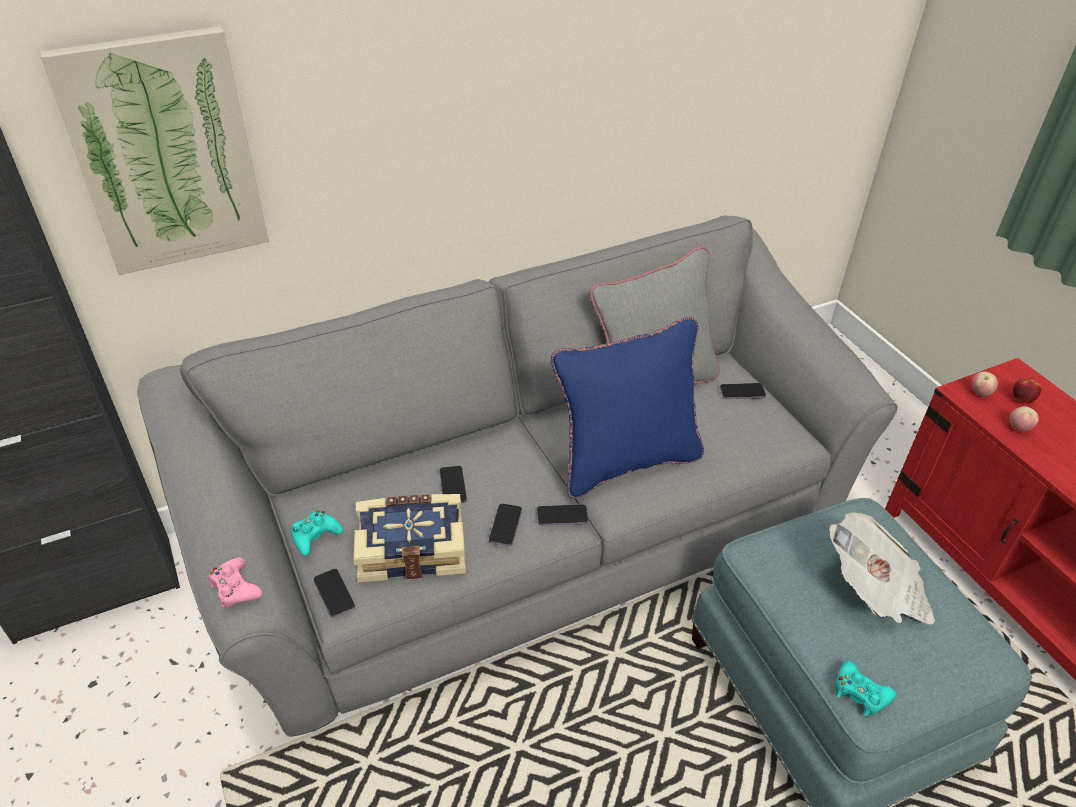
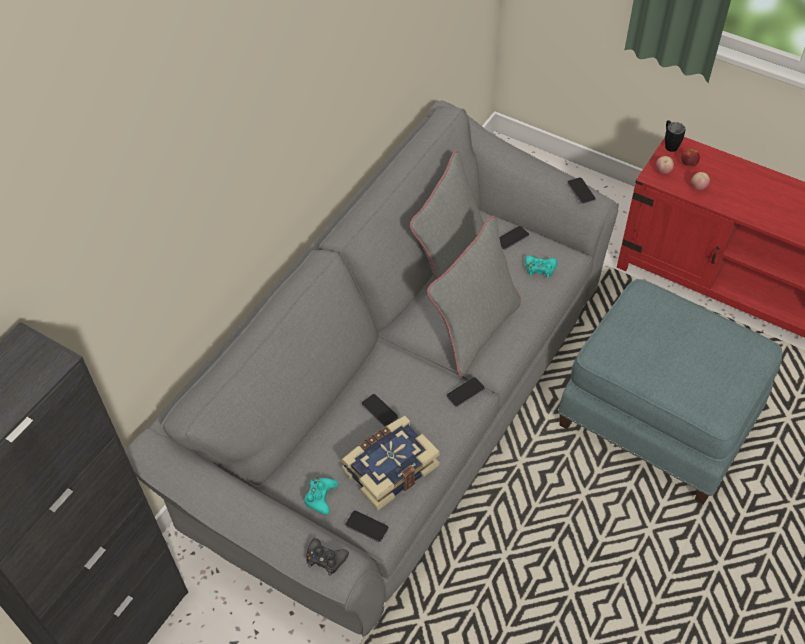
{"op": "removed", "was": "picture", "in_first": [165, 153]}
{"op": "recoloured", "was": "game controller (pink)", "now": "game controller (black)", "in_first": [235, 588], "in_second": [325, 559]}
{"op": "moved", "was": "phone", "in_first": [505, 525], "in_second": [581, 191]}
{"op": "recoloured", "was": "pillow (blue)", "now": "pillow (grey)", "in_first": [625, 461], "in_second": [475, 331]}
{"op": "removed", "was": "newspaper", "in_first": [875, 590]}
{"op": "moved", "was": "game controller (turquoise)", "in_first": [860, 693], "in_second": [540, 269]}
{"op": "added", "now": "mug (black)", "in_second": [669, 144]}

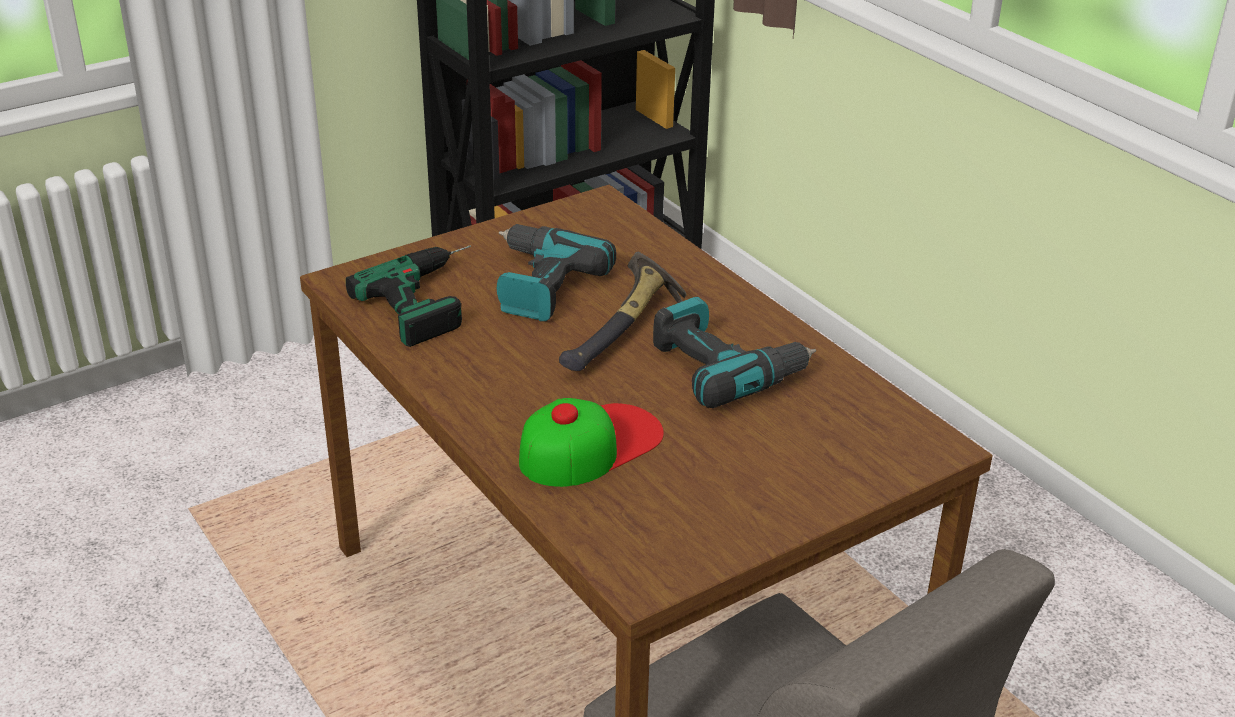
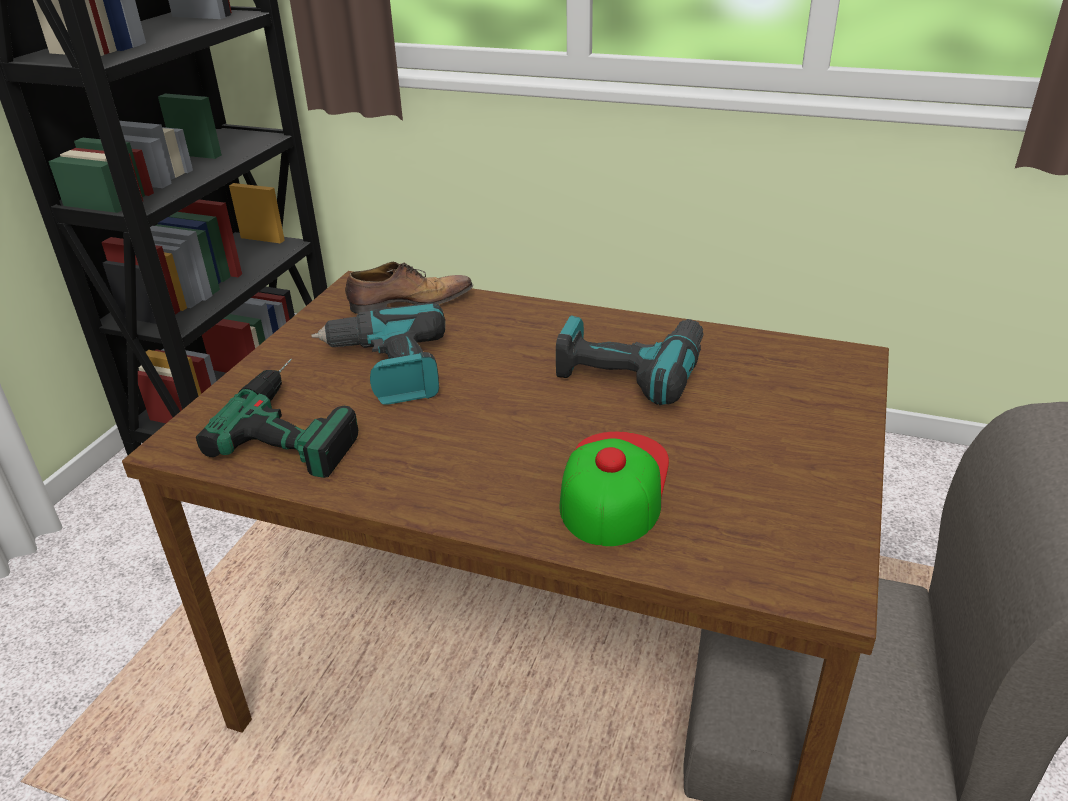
{"op": "removed", "was": "hammer", "in_first": [626, 330]}
{"op": "added", "now": "shoe", "in_second": [408, 303]}

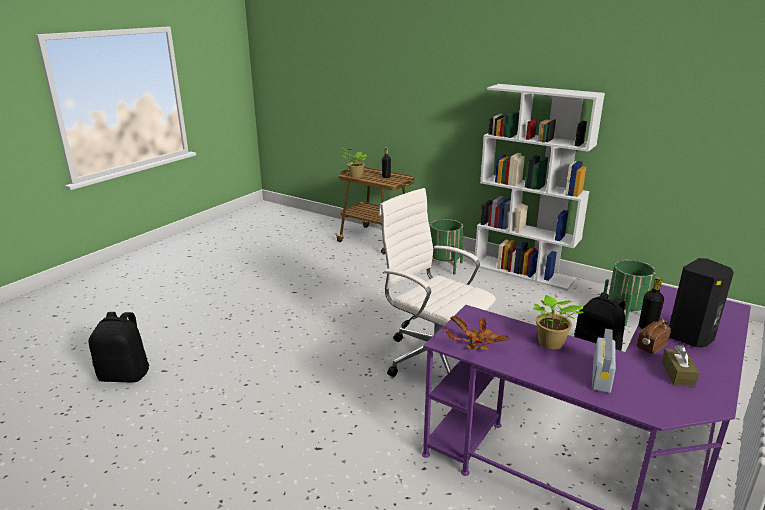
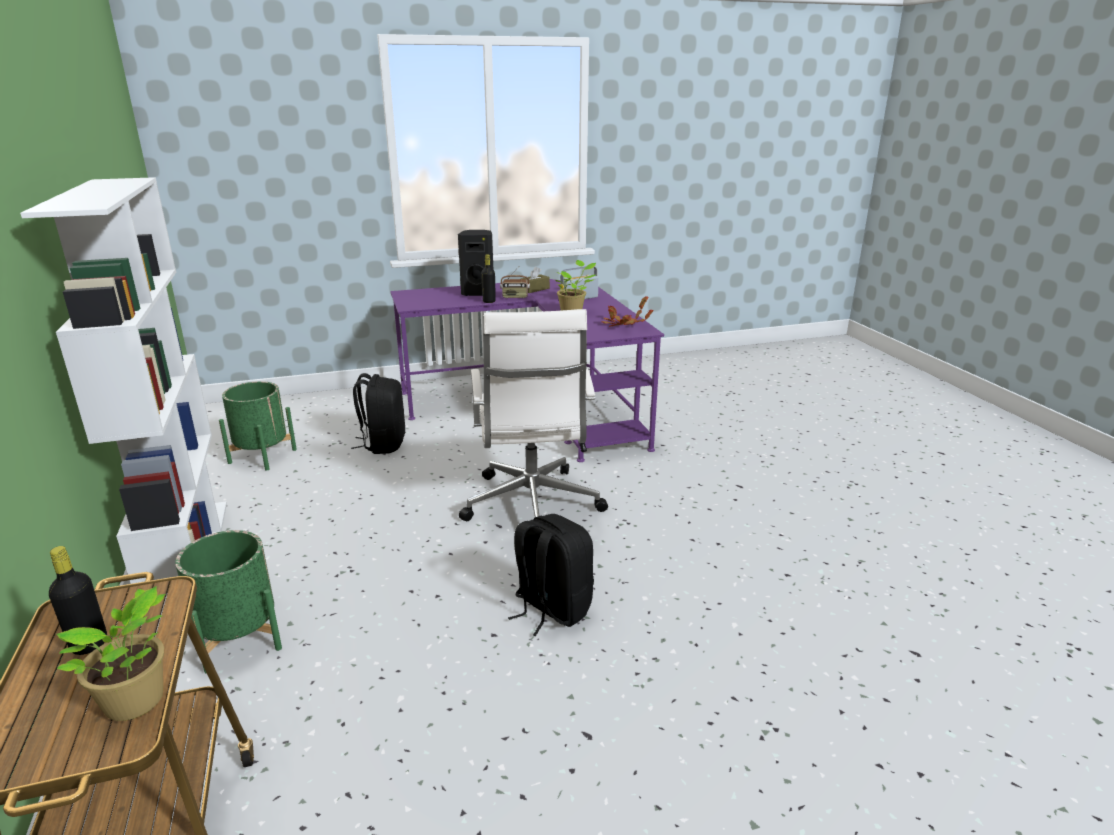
{"op": "moved", "was": "backpack (black)", "in_first": [125, 375], "in_second": [551, 609]}

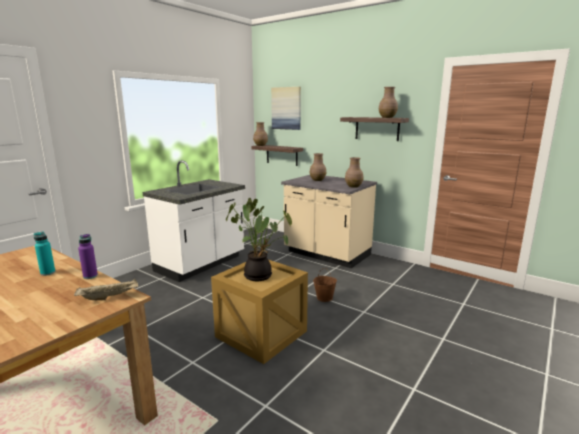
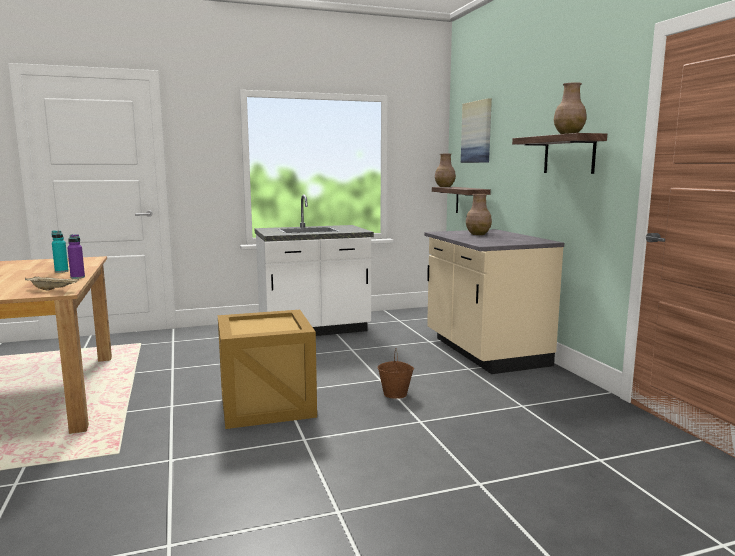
{"op": "removed", "was": "potted plant", "in_first": [259, 275]}
{"op": "removed", "was": "vase (brown)", "in_first": [353, 186]}

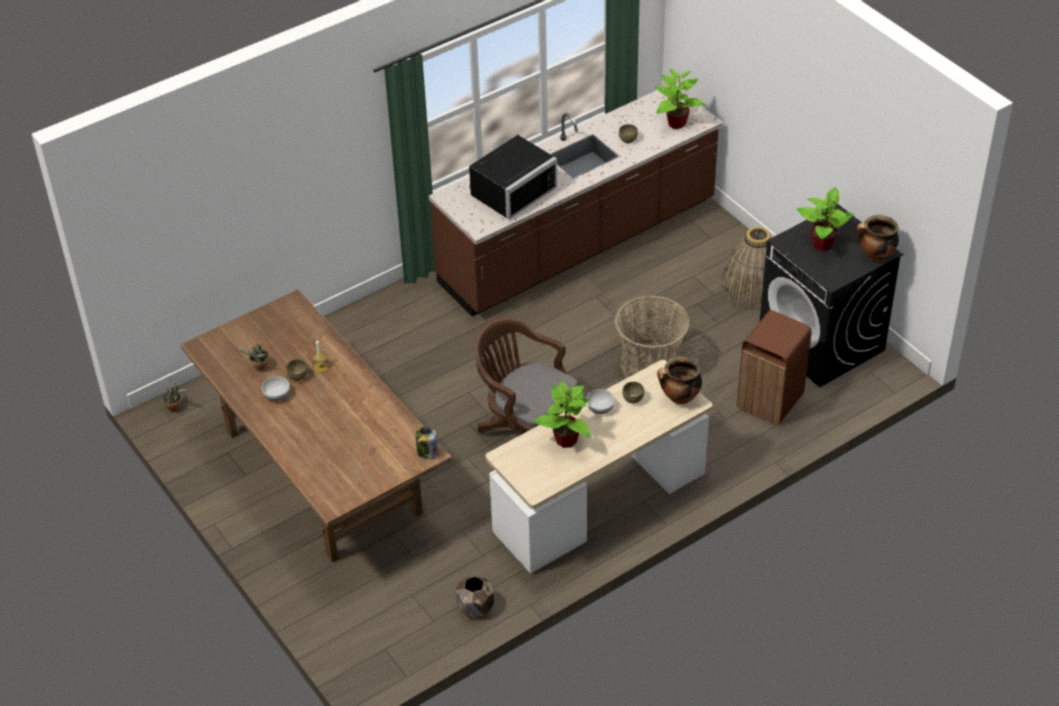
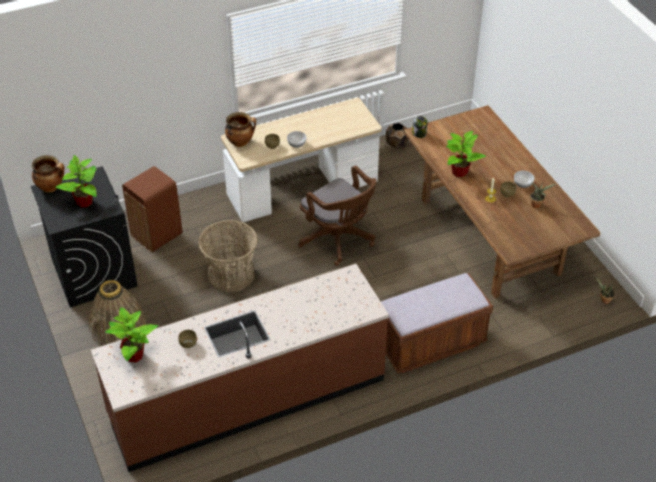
{"op": "removed", "was": "microwave (black)", "in_first": [510, 190]}
{"op": "moved", "was": "potted plant", "in_first": [566, 440], "in_second": [460, 172]}
{"op": "added", "now": "bench (brown)", "in_second": [431, 344]}

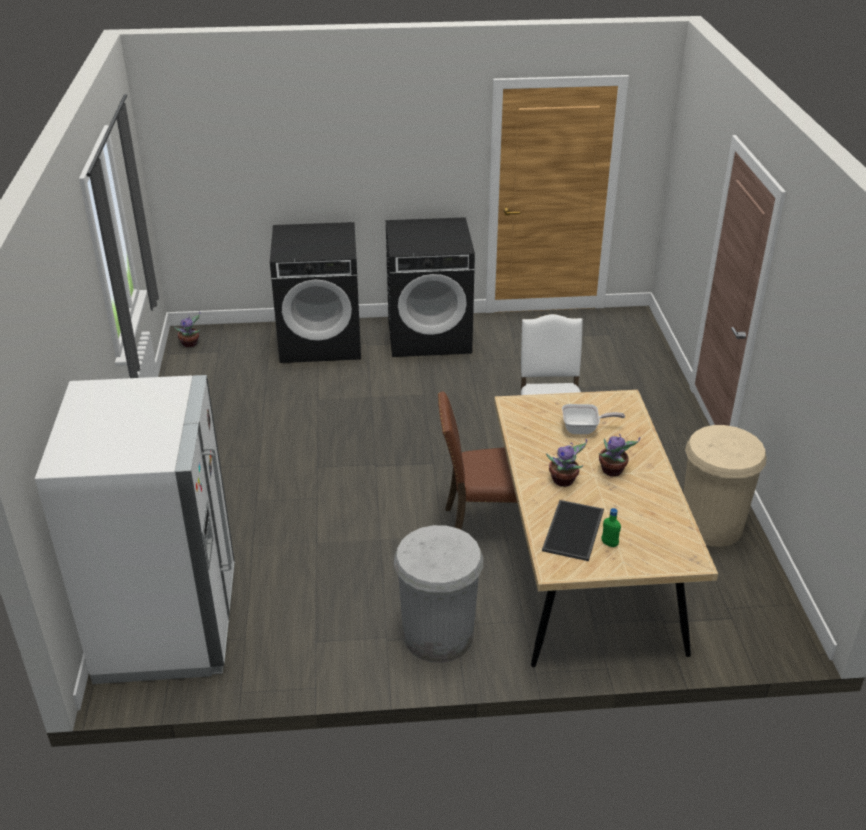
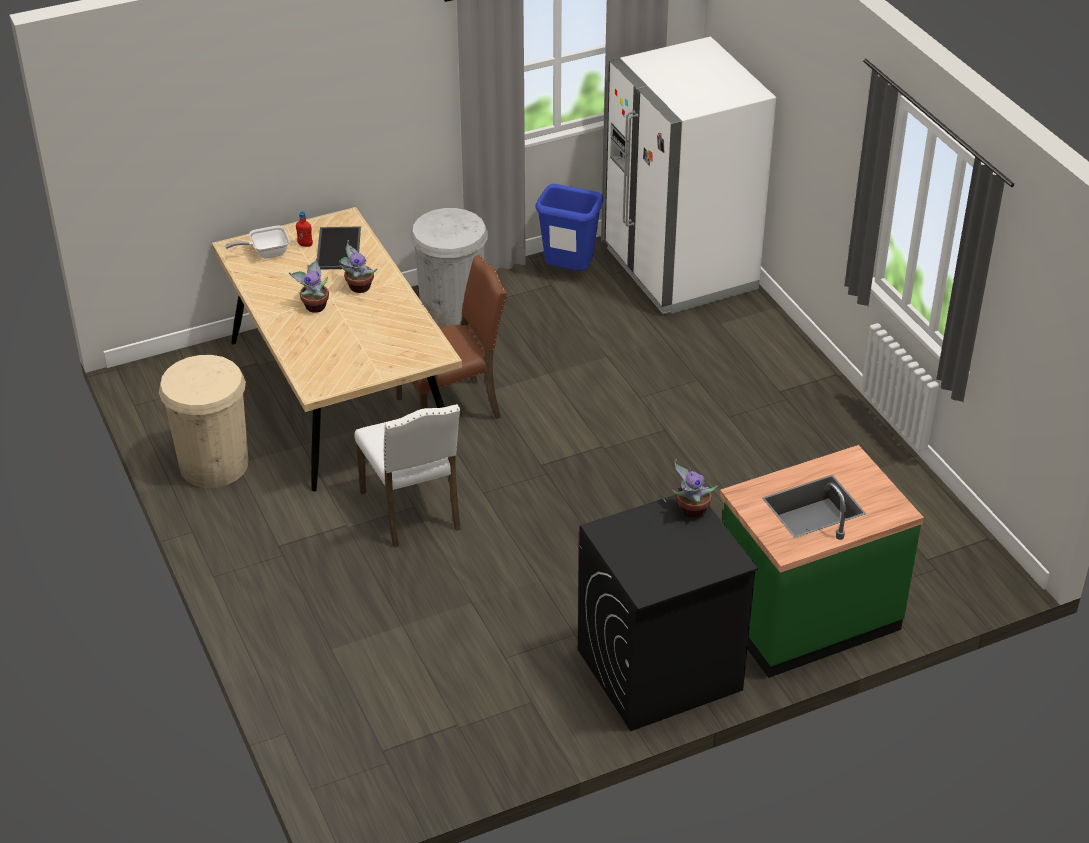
{"op": "moved", "was": "potted plant", "in_first": [190, 344], "in_second": [691, 510]}
{"op": "replaced", "was": "washing machine (black)", "now": "counter (green)", "in_first": [321, 341], "in_second": [806, 616]}
{"op": "moved", "was": "frying pan", "in_first": [584, 429], "in_second": [266, 253]}
{"op": "recoloured", "was": "bottle (green)", "now": "bottle (red)", "in_first": [609, 544], "in_second": [305, 245]}
{"op": "added", "now": "trash can (blue)", "in_second": [568, 273]}

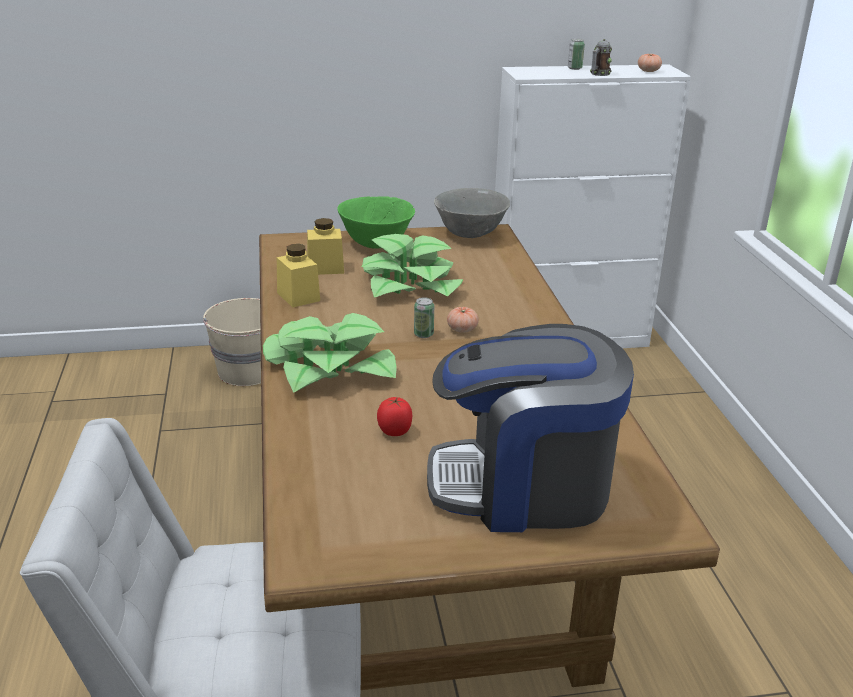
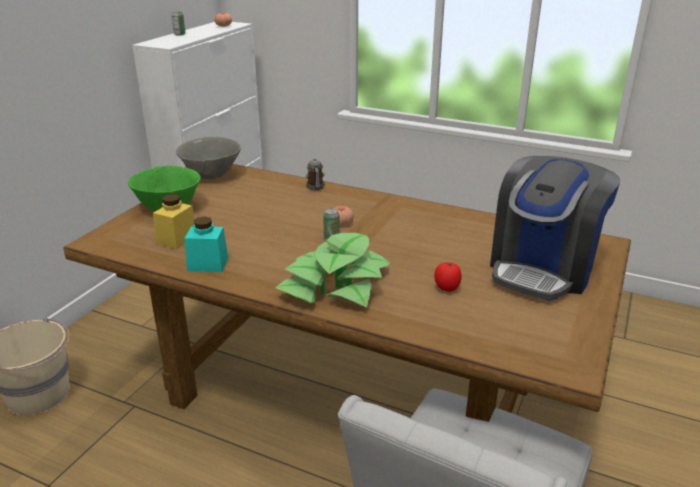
{"op": "recoloured", "was": "jar (yellow)", "now": "jar (turquoise)", "in_first": [298, 297], "in_second": [208, 264]}
{"op": "removed", "was": "potted plant", "in_first": [410, 285]}
{"op": "moved", "was": "mug", "in_first": [598, 74], "in_second": [315, 188]}

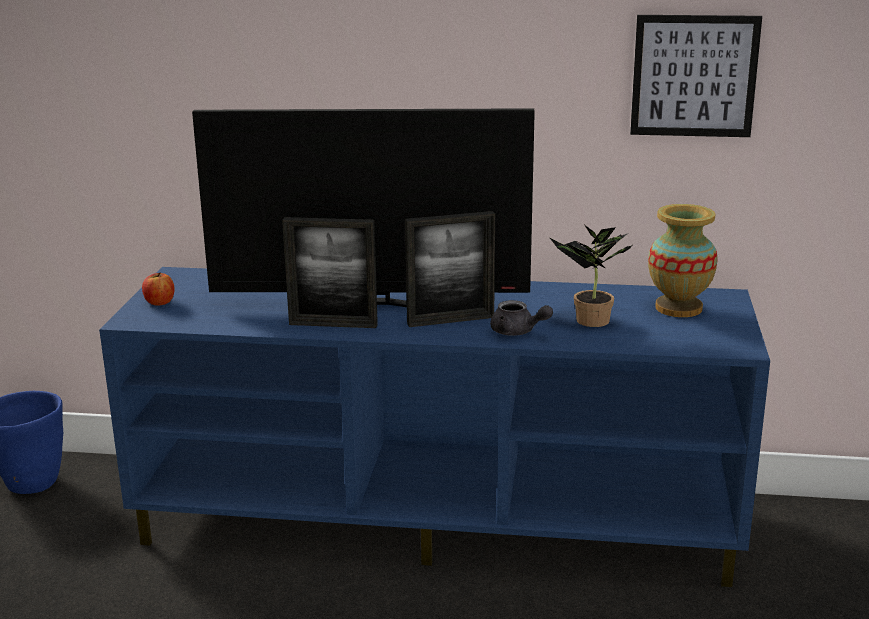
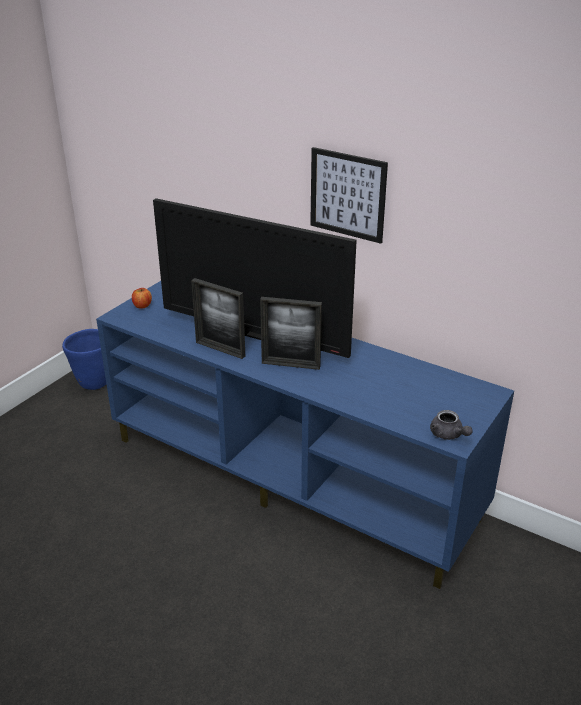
{"op": "moved", "was": "teapot (grey)", "in_first": [517, 332], "in_second": [448, 435]}
{"op": "removed", "was": "potted plant", "in_first": [588, 321]}
{"op": "moved", "was": "picture", "in_first": [694, 76], "in_second": [347, 195]}
{"op": "removed", "was": "vase", "in_first": [678, 308]}

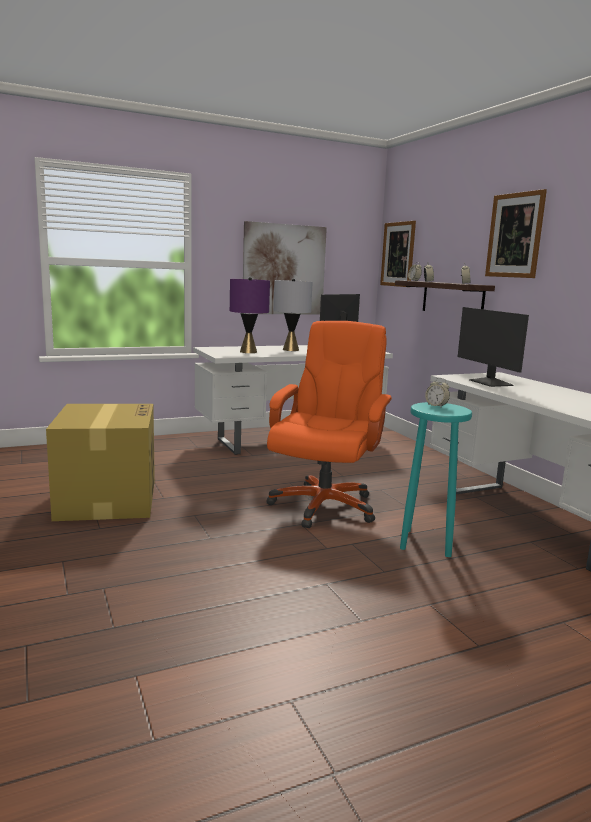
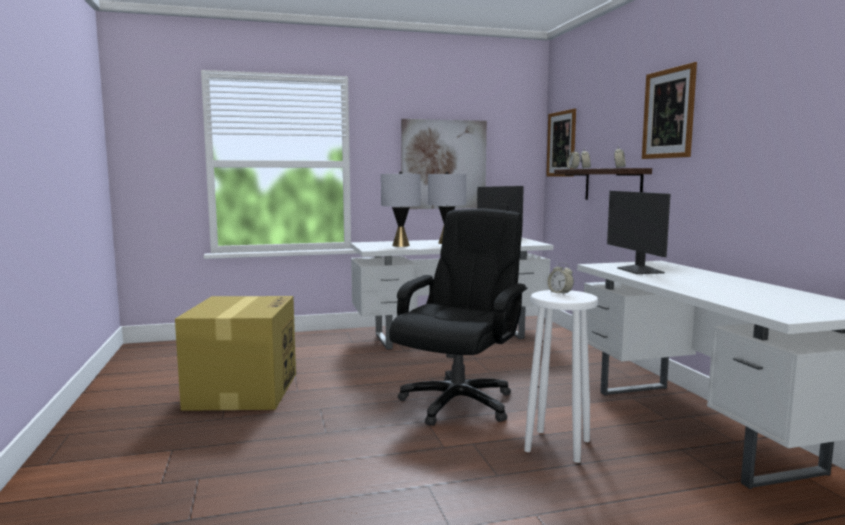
{"op": "recoloured", "was": "table lamp (purple)", "now": "table lamp (grey)", "in_first": [248, 352], "in_second": [401, 245]}
{"op": "recoloured", "was": "office chair (orange)", "now": "office chair (black)", "in_first": [323, 505], "in_second": [458, 402]}
{"op": "recoloured", "was": "stool (turquoise)", "now": "stool (white)", "in_first": [427, 542], "in_second": [558, 445]}

